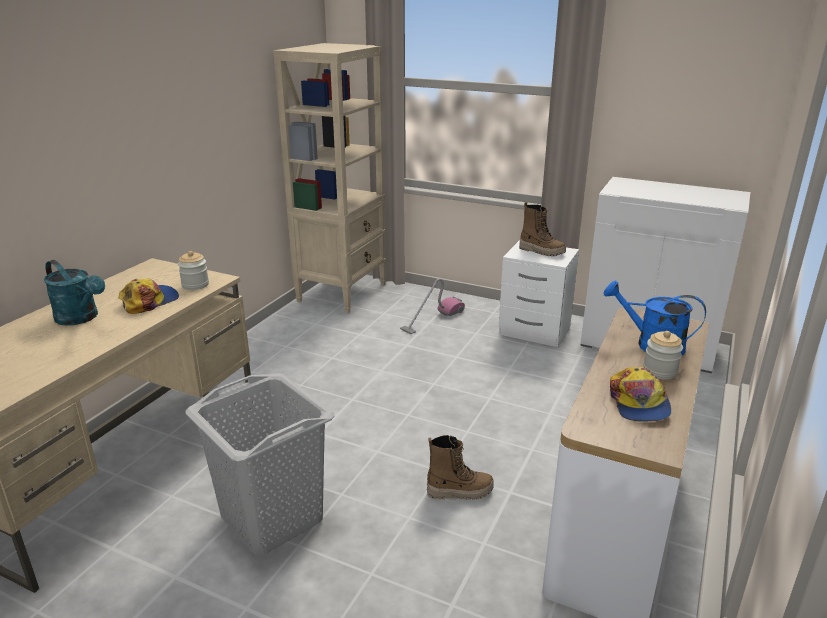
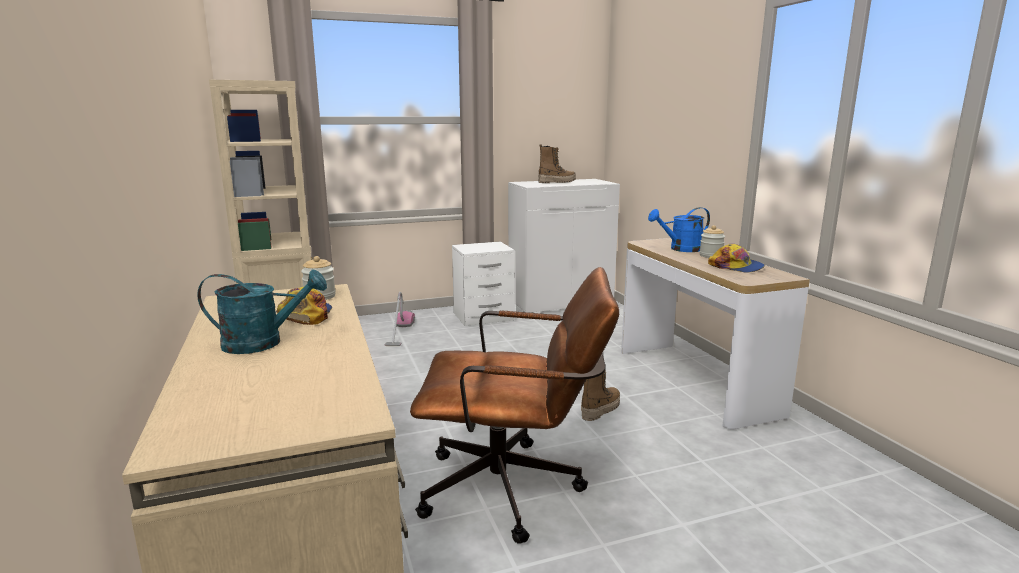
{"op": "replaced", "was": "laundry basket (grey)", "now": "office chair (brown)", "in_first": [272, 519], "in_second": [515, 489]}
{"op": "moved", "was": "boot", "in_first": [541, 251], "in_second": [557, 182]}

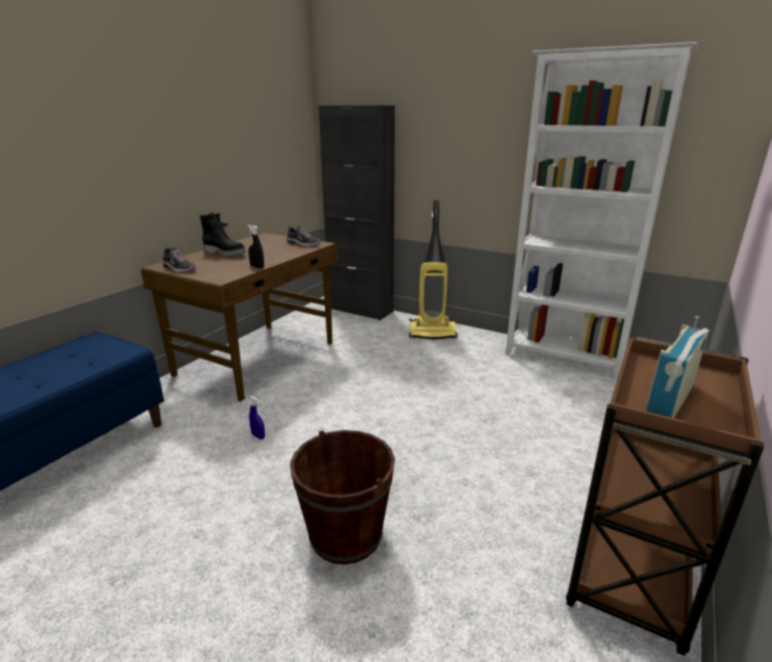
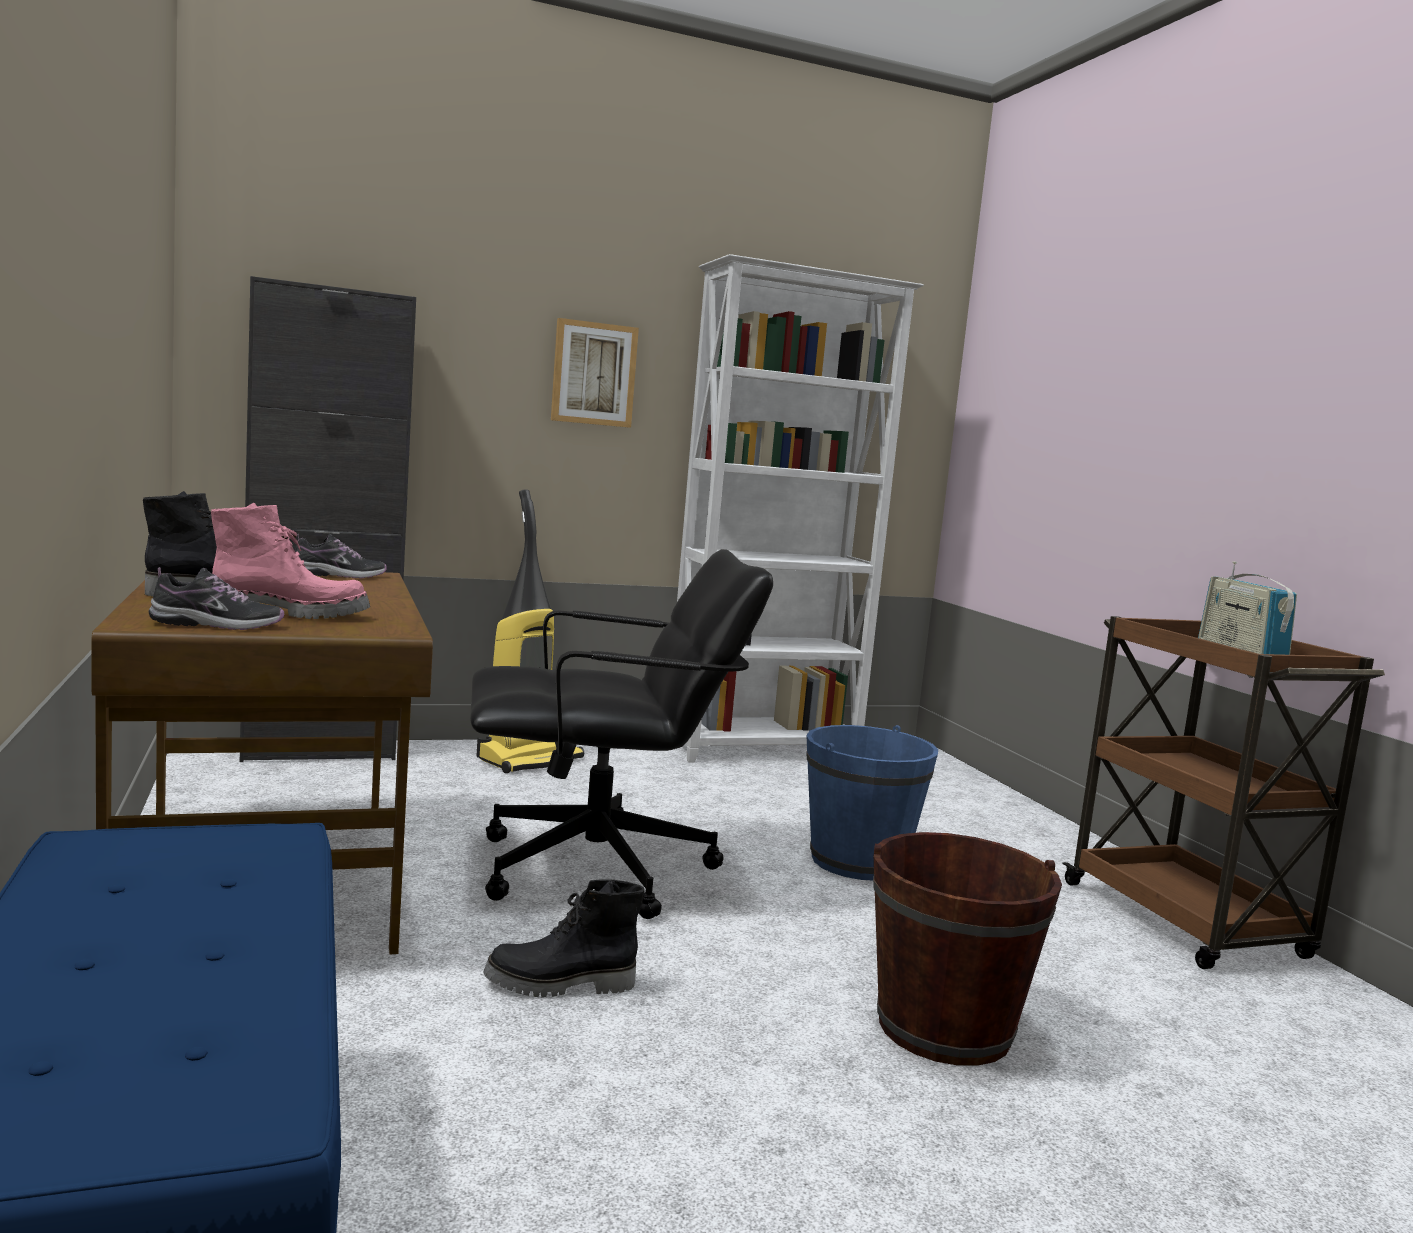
{"op": "removed", "was": "spray bottle (black)", "in_first": [257, 267]}
{"op": "replaced", "was": "spray bottle (blue)", "now": "boot (black)", "in_first": [258, 436], "in_second": [560, 985]}
{"op": "added", "now": "boot (pink)", "in_second": [291, 614]}
{"op": "added", "now": "office chair (black)", "in_second": [599, 870]}
{"op": "added", "now": "picture", "in_second": [593, 374]}
{"op": "added", "now": "bucket (blue)", "in_second": [858, 861]}

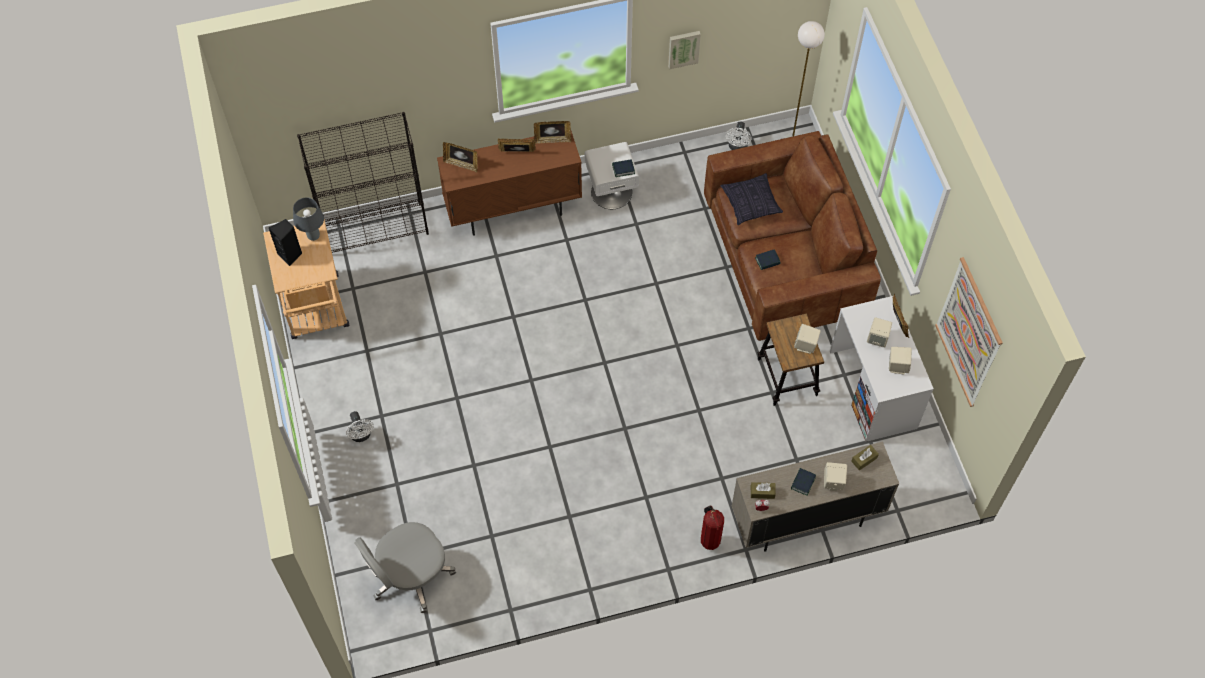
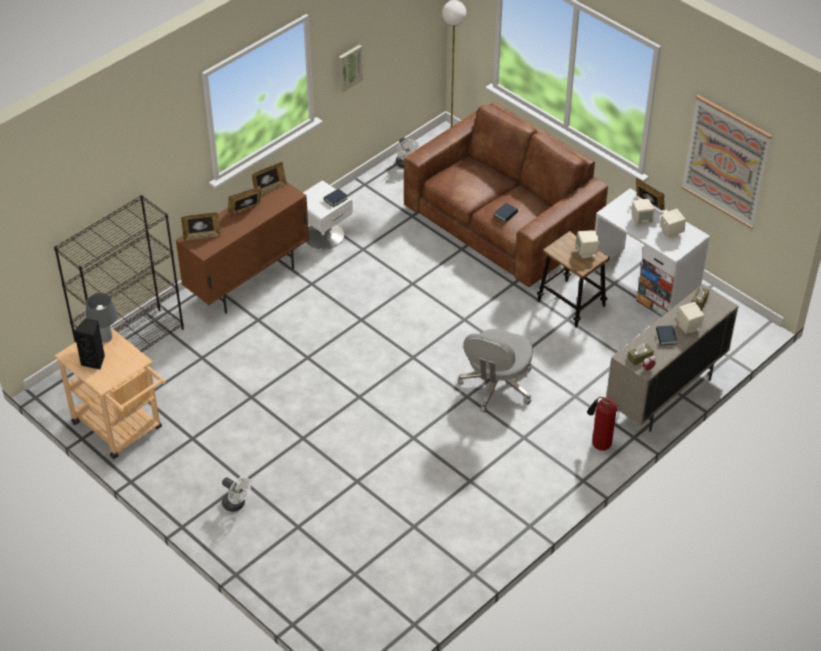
{"op": "moved", "was": "office chair (grey)", "in_first": [410, 576], "in_second": [496, 386]}
{"op": "removed", "was": "pillow", "in_first": [751, 204]}

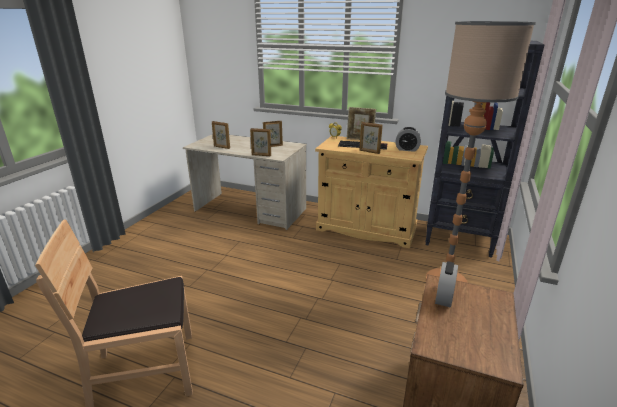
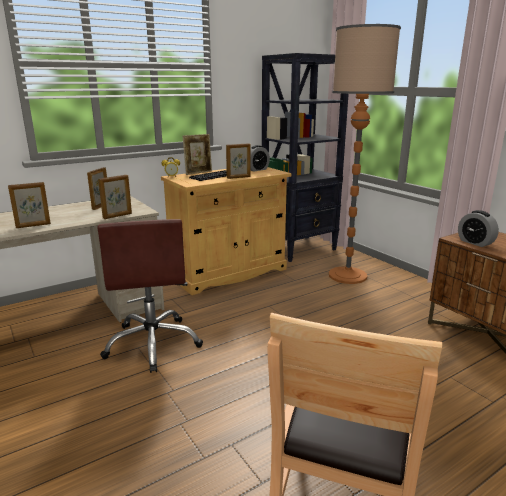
{"op": "added", "now": "office chair (brown)", "in_second": [153, 343]}

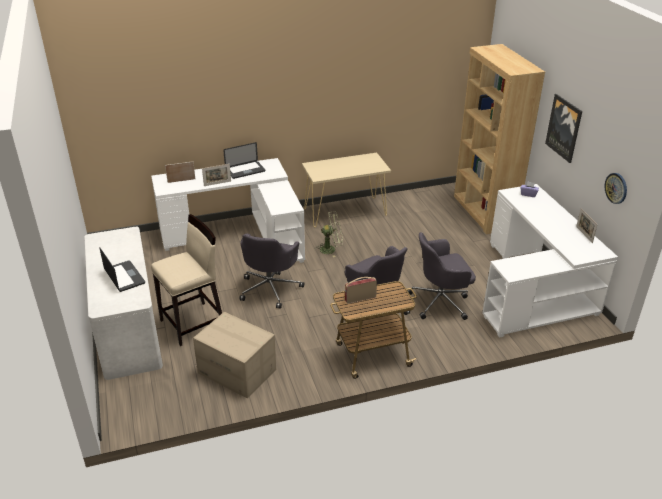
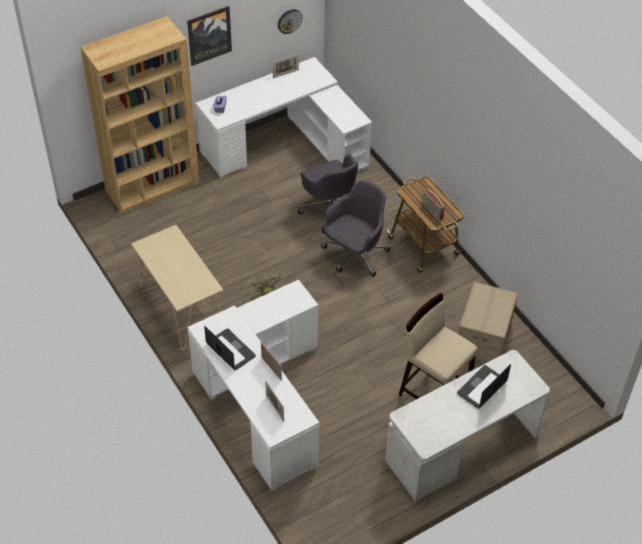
{"op": "removed", "was": "office chair (grey)", "in_first": [270, 288]}

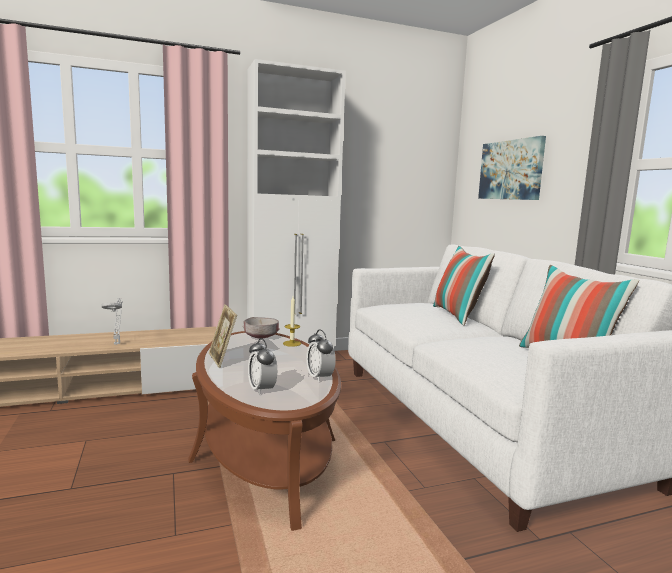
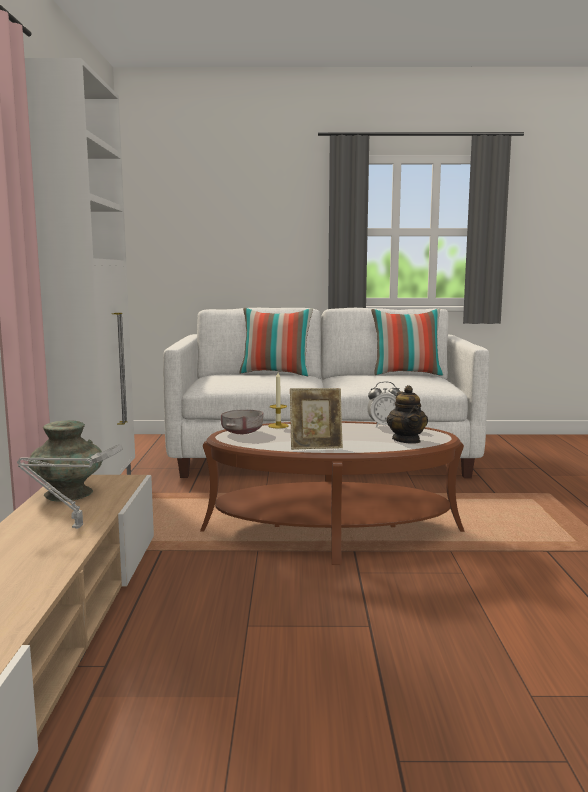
{"op": "replaced", "was": "alarm clock", "now": "teapot", "in_first": [262, 390], "in_second": [406, 440]}
{"op": "removed", "was": "picture", "in_first": [511, 170]}
{"op": "added", "now": "vase (turquoise)", "in_second": [69, 493]}

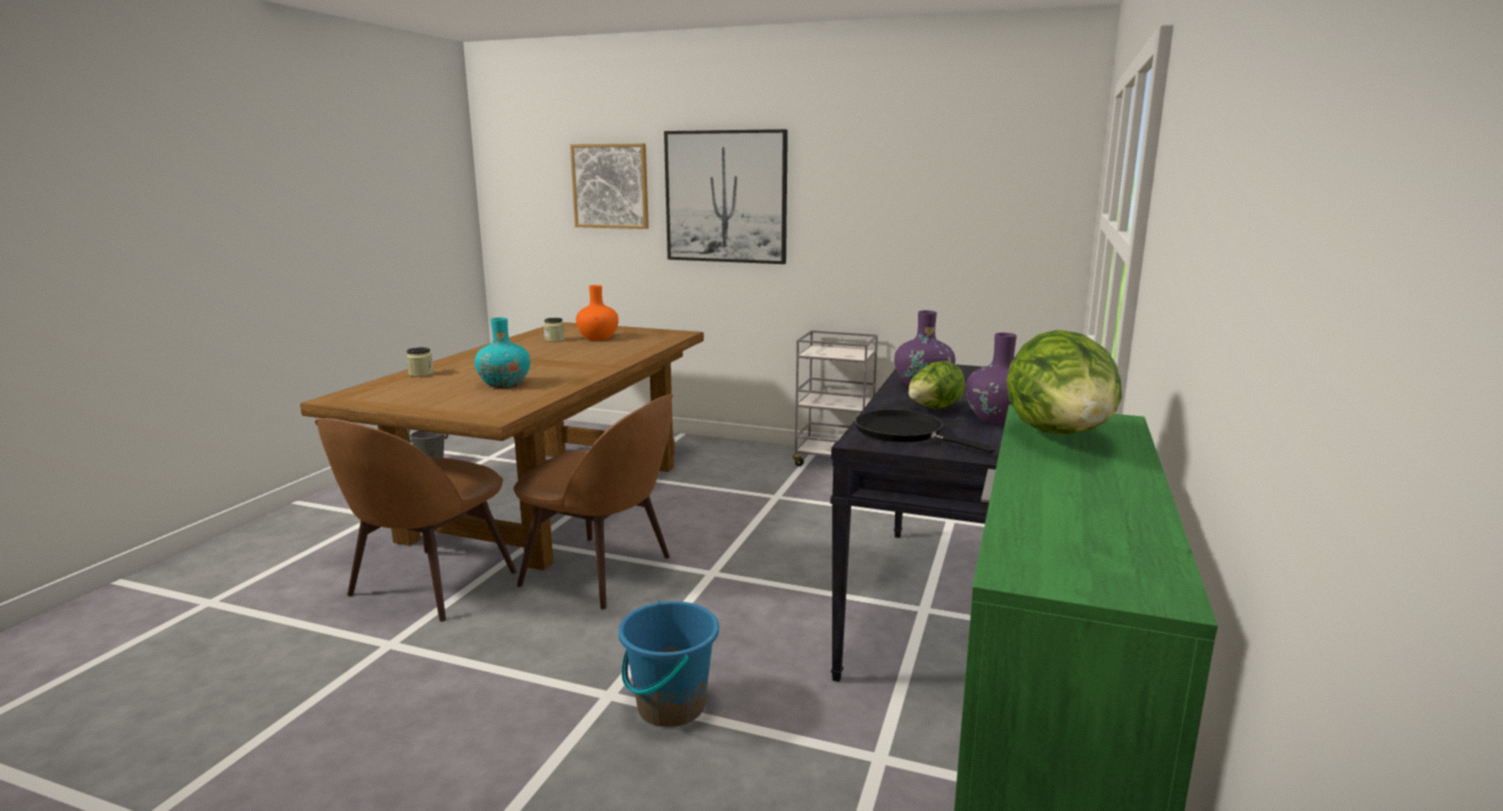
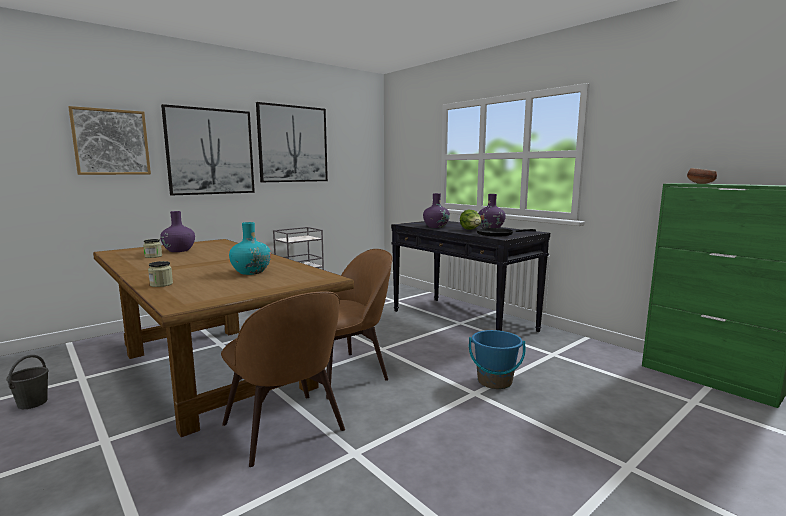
{"op": "recoloured", "was": "vase (orange)", "now": "vase (purple)", "in_first": [598, 338], "in_second": [179, 250]}
{"op": "replaced", "was": "lettuce", "now": "bowl", "in_first": [1061, 437], "in_second": [700, 183]}
{"op": "added", "now": "picture", "in_second": [293, 144]}

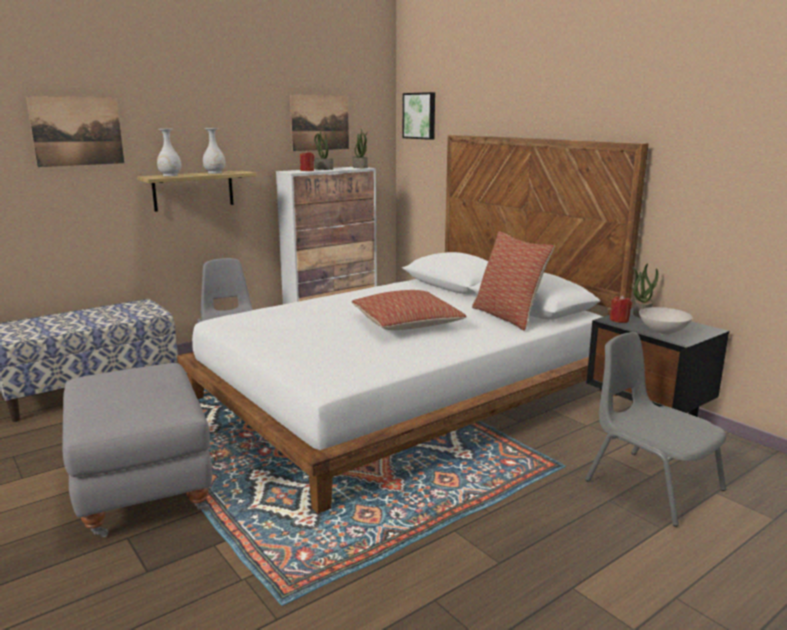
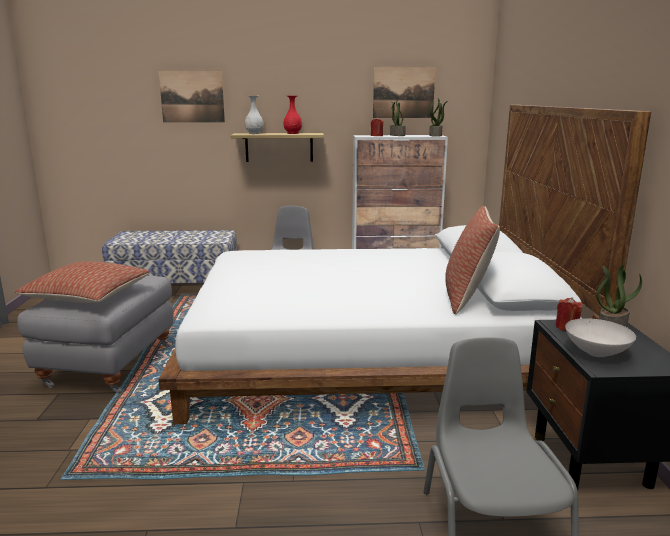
{"op": "recoloured", "was": "vase (white)", "now": "vase (red)", "in_first": [215, 173], "in_second": [293, 133]}
{"op": "moved", "was": "pillow", "in_first": [407, 324], "in_second": [88, 296]}
{"op": "removed", "was": "picture", "in_first": [420, 116]}

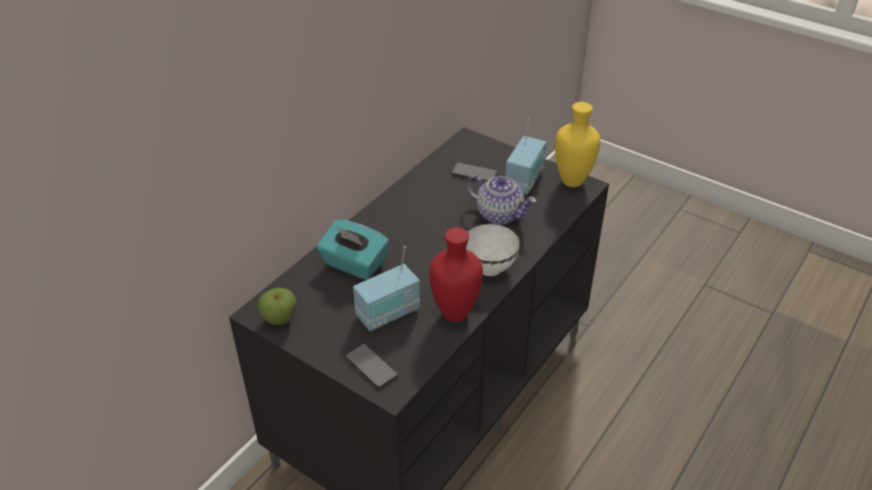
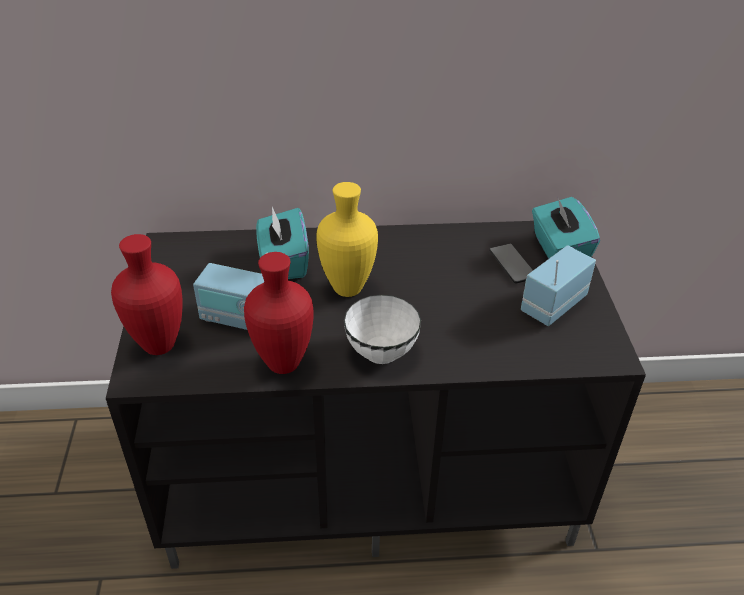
{"op": "removed", "was": "apple", "in_first": [279, 319]}
{"op": "replaced", "was": "phone", "now": "vase (red)", "in_first": [371, 366], "in_second": [157, 346]}
{"op": "removed", "was": "teapot", "in_first": [499, 214]}
{"op": "turned", "was": "radio", "in_first": [524, 180], "in_second": [552, 304], "clockwise": 150}
{"op": "moved", "was": "vase (yellow)", "in_first": [572, 182], "in_second": [346, 290]}
{"op": "added", "now": "tissue box (turquoise)", "in_second": [559, 249]}

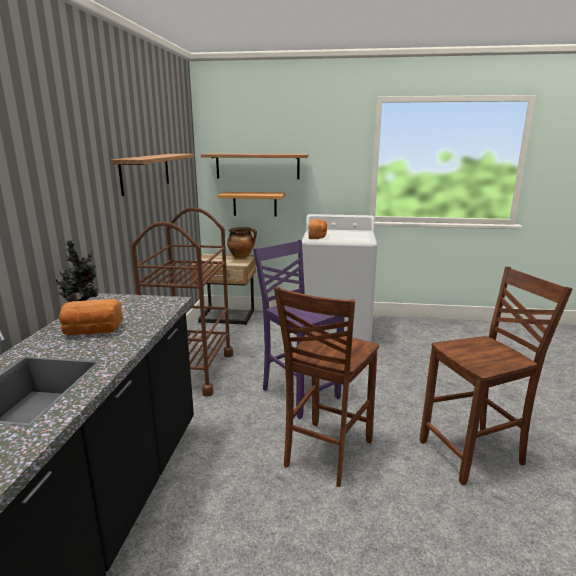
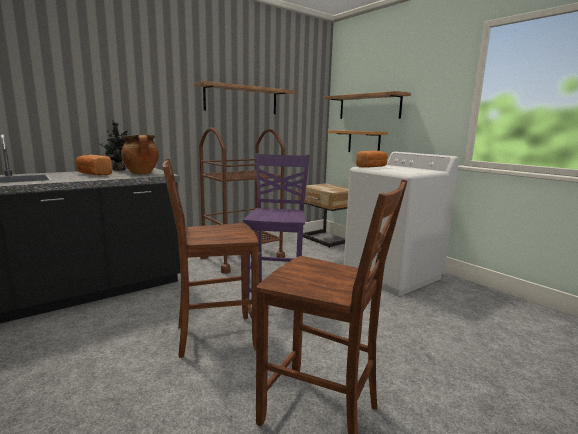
{"op": "moved", "was": "cooking pot", "in_first": [242, 257], "in_second": [142, 173]}

